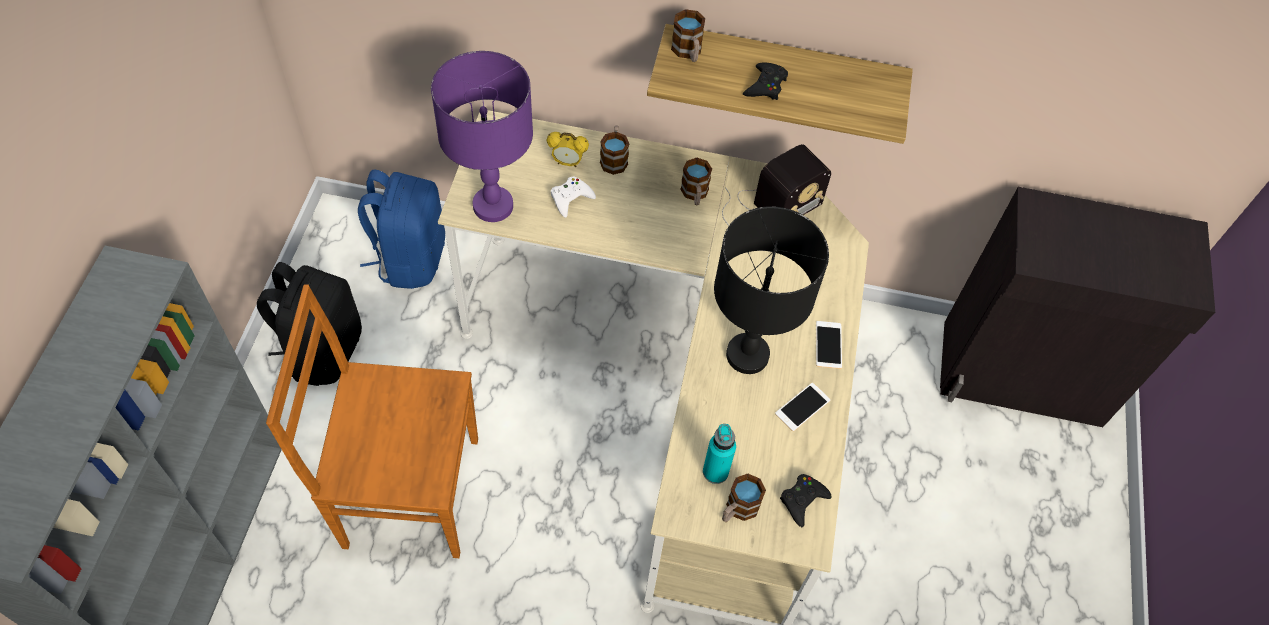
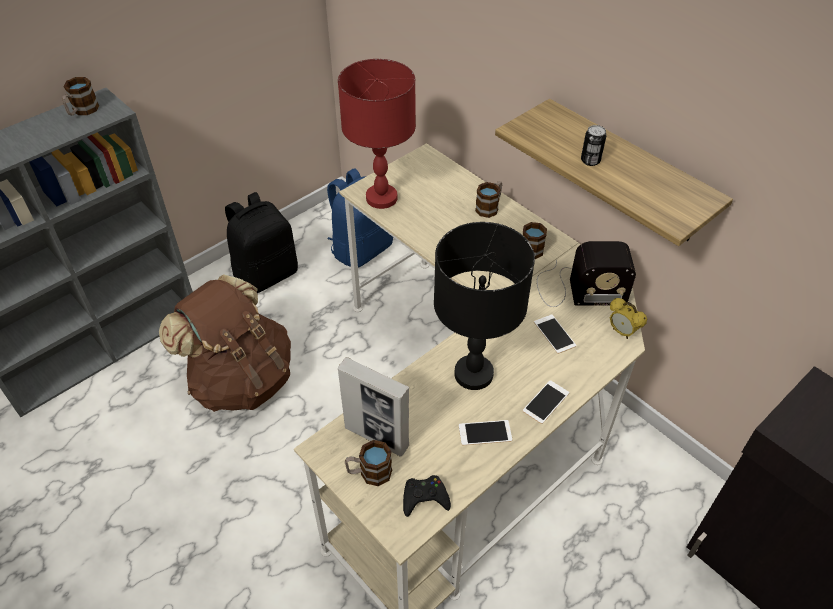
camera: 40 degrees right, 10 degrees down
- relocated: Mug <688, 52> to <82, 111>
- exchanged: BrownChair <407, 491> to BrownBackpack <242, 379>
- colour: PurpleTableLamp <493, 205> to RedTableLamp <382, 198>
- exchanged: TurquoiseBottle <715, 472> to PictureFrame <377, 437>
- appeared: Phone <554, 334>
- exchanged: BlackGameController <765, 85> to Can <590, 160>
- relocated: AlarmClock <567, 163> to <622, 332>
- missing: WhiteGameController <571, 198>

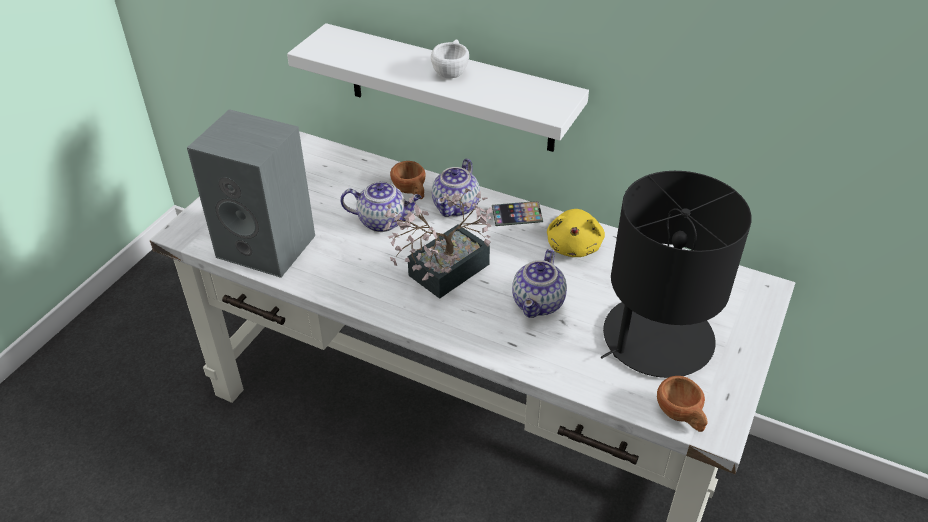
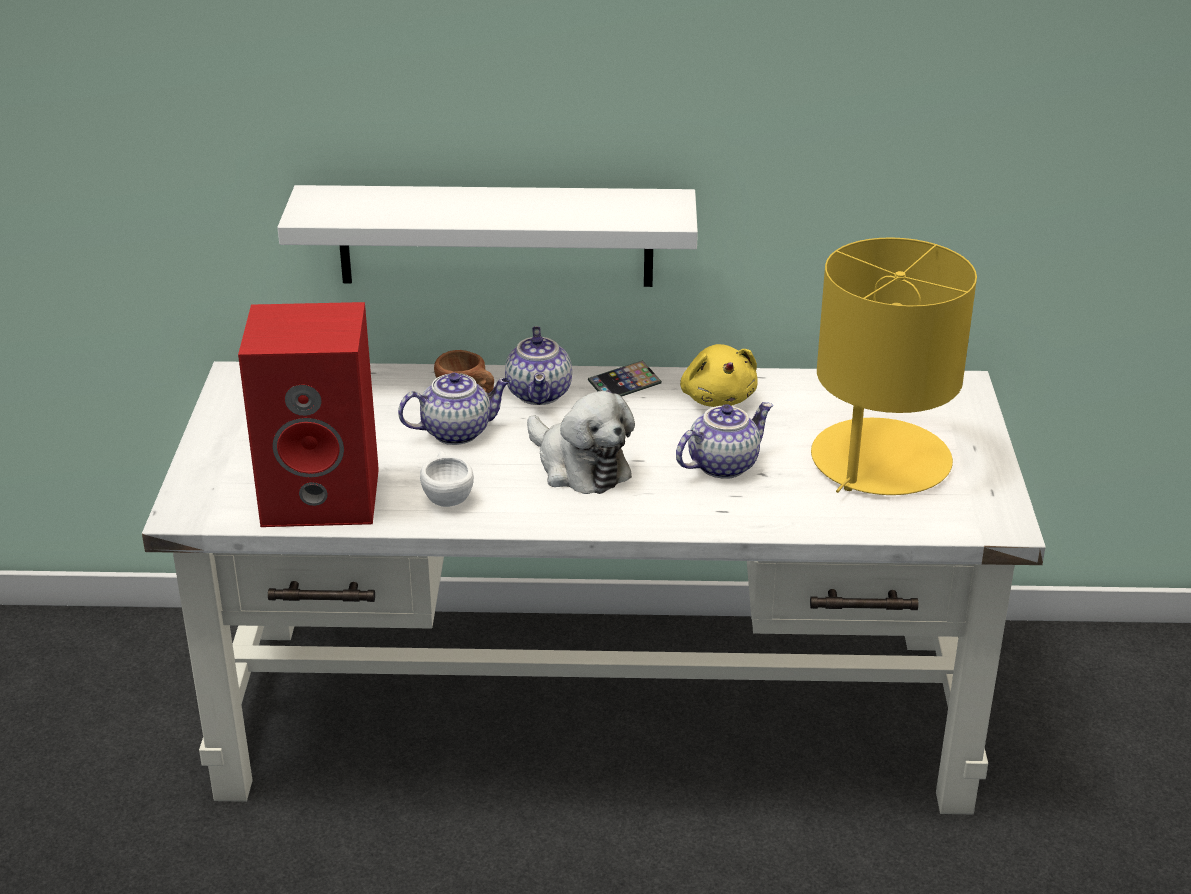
camera: 25 degrees left, 10 degrees down
- colour: GreySpeaker <269, 246> to RedSpeaker <324, 495>
- relocated: WhiteCup <451, 71> to <446, 496>
- exchanged: PottedPlant <441, 274> to PlushToy <579, 466>
- spun: Teapot <539, 304> = <722, 464> 120 degrees counterclockwise
- colour: BlackTableLamp <656, 338> to YellowTableLamp <879, 461>
- missing: BrownCup <681, 416>

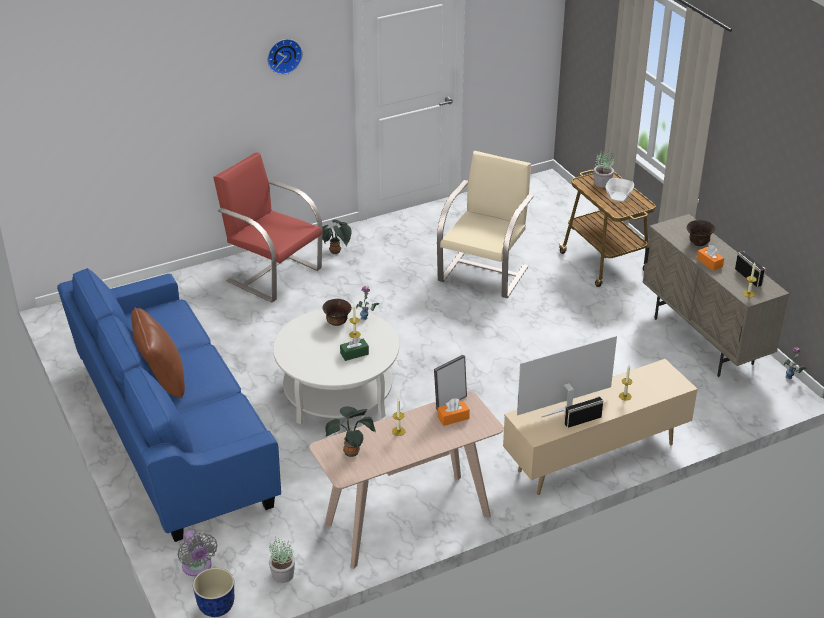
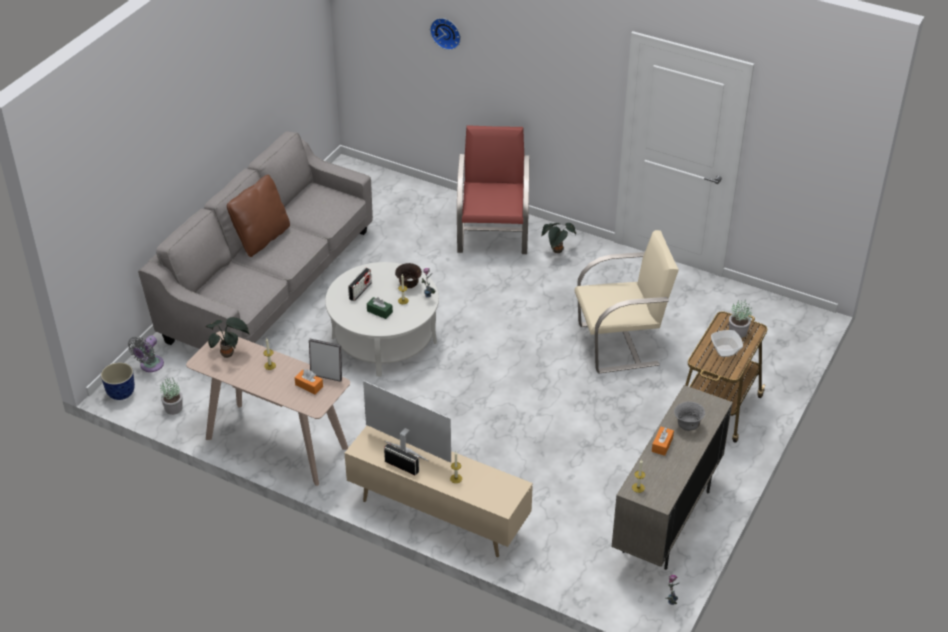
camera: 55 degrees right, 5 degrees up
- colour: BlueSofa <173, 432> to GreySofa <269, 284>
- relocated: Radio <748, 277> to <360, 291>
- relocated: WallClock <283, 55> to <446, 32>
- colour: BrownBowl <698, 243> to GreyBowl <687, 426>

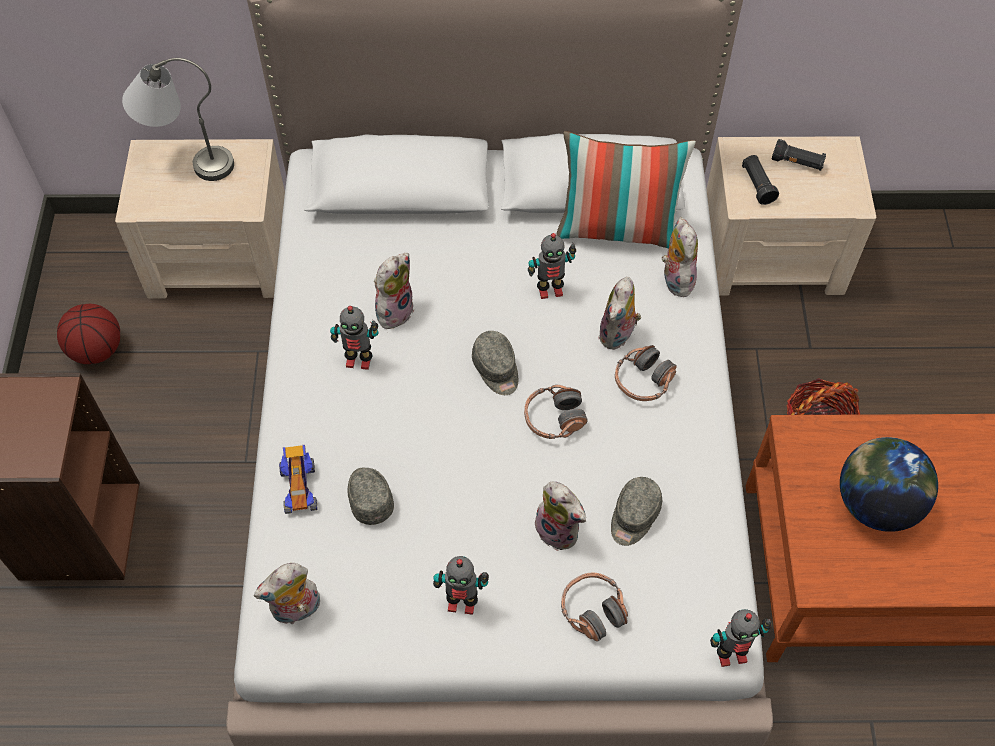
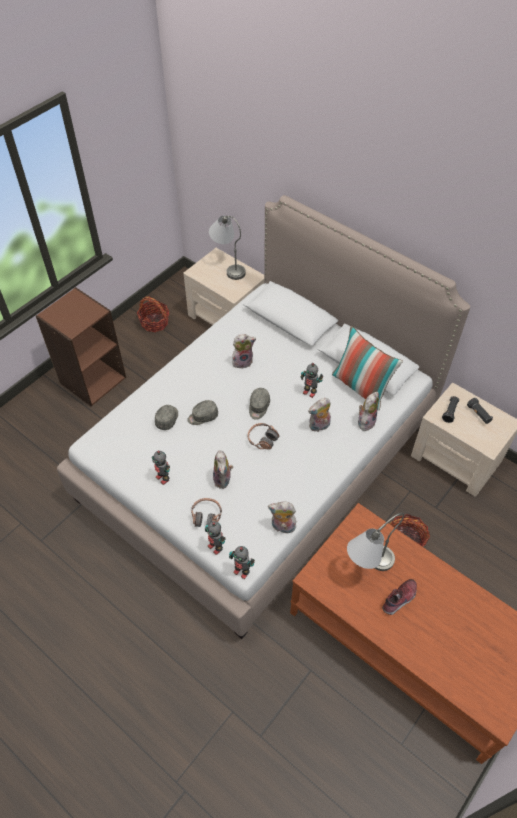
camera: 40 degrees right, 5 degrees down
- exchanged: Basketball <97, 349> to Basket <154, 322>
- relocated: GreyCap <634, 516> to <202, 416>
- relocated: ToyRobot <359, 360> to <215, 547>
- relocated: PlushToy <296, 610> to <282, 527>
- exchanged: Globe <875, 503> to GreyTableLamp <367, 568>
- appeared: Shoe <400, 599>
- missing: ToyCar <299, 487>
- missing: Headphones <643, 381>

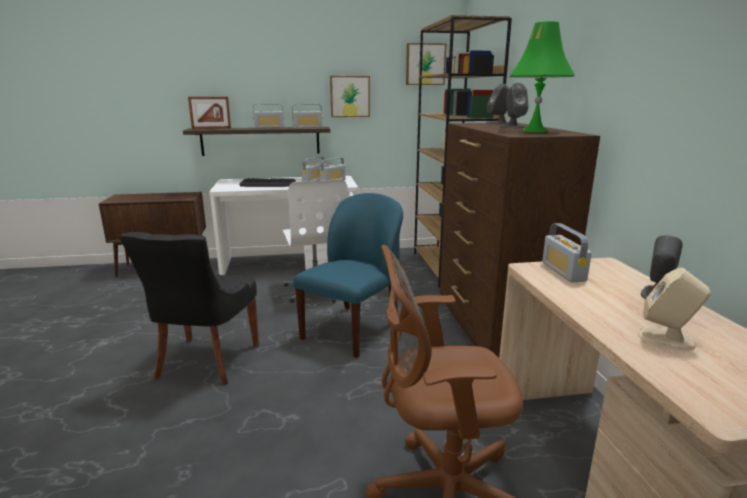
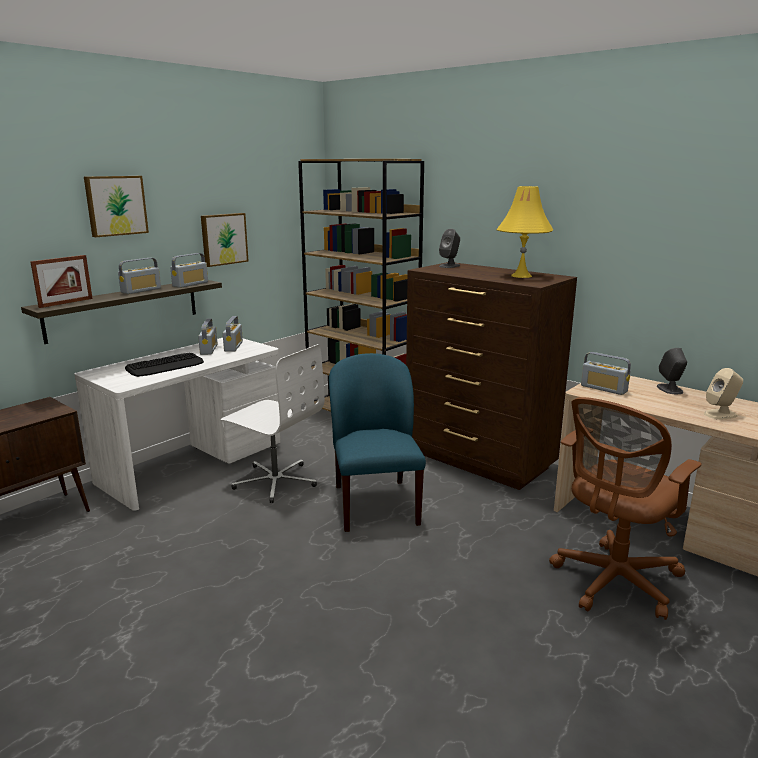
camera: 40 degrees left, 0 degrees up
- relocated: Picture <425, 64> to <115, 205>
- colour: GreenTableLamp <535, 131> to YellowTableLamp <521, 276>
- missing: BlackChair <206, 362>
- missing: GreySpeaker <513, 127>

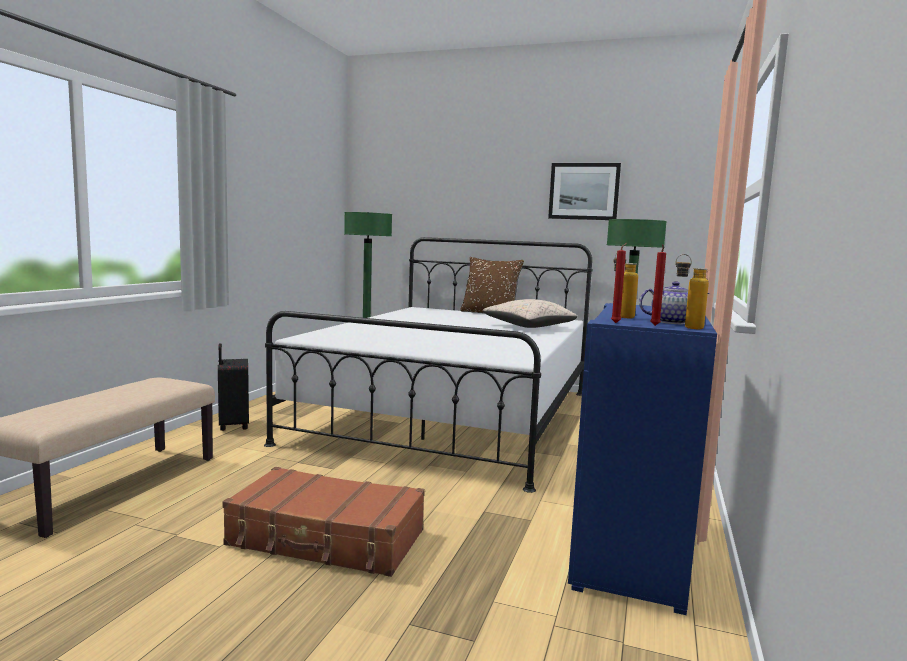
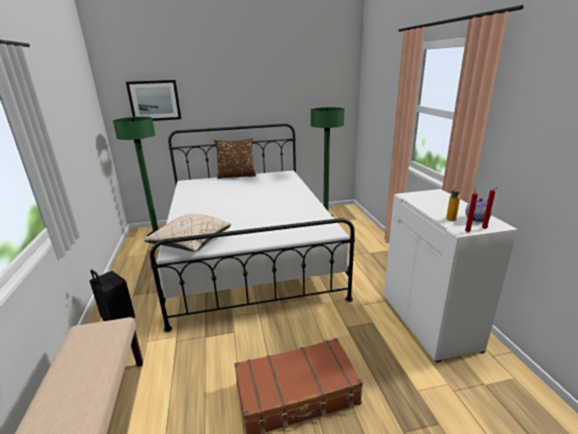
camera: 30 degrees left, 15 degrees up
- relocated: Picture <584, 191> to <154, 100>
- relocated: BeigePillow <528, 327> to <191, 243>
- colour: BlueCabinet <632, 551> to WhiteCabinet <430, 321>
- missing: Bottle <686, 327>

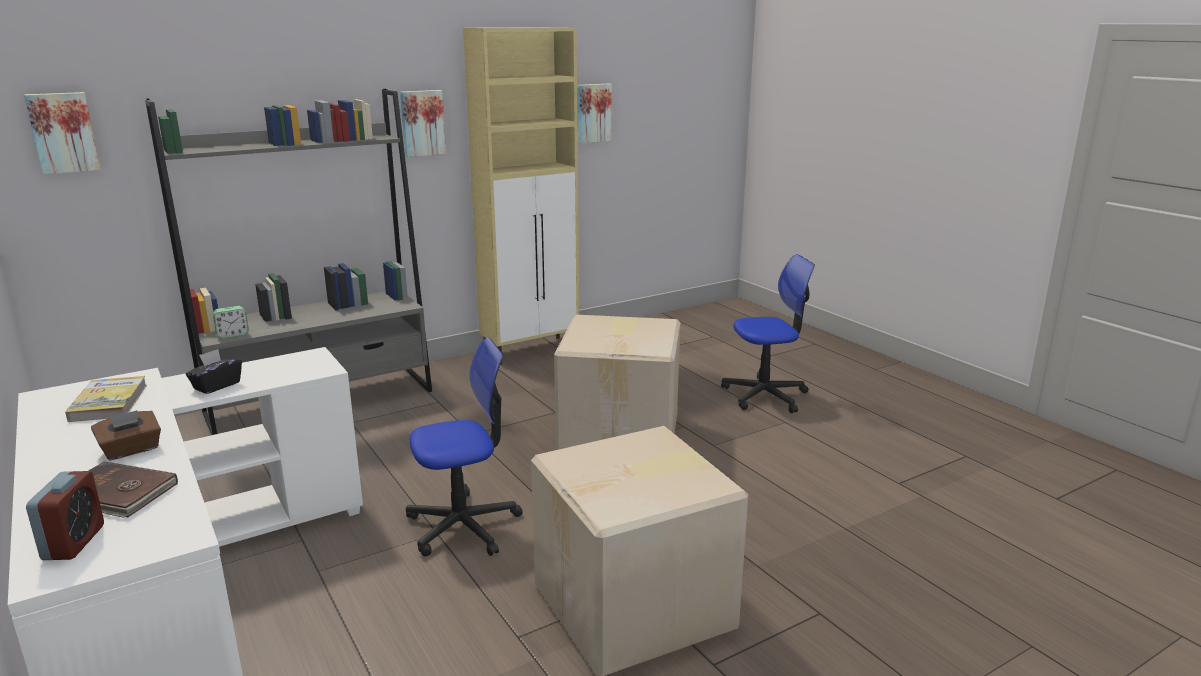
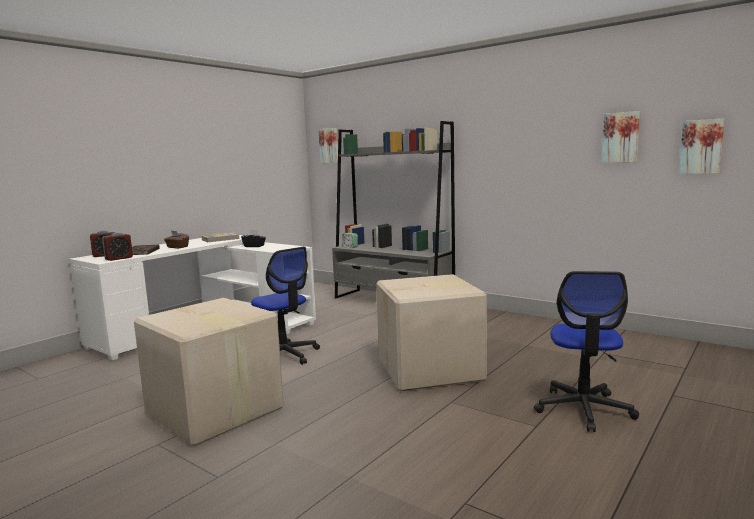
camera: 70 degrees right, 10 degrees down
- appeared: AlarmClock <119, 258>
- spun: OfficeChair <765, 395> = <583, 409> 45 degrees clockwise
- relocated: Picture <422, 123> to <701, 147>
- missing: BeigeCabinet <531, 350>

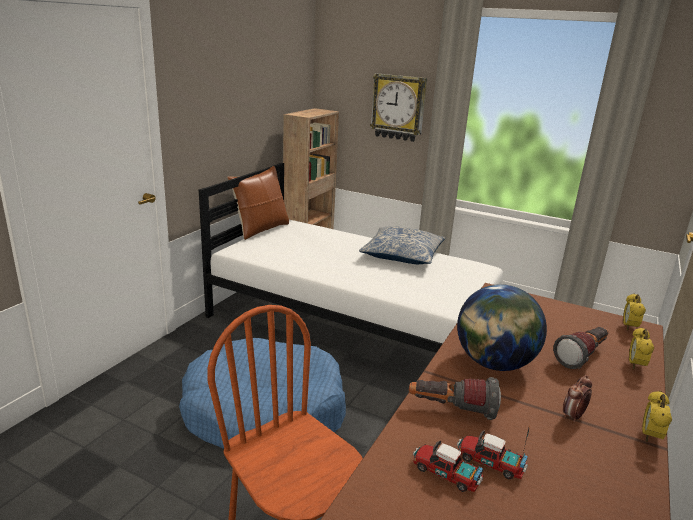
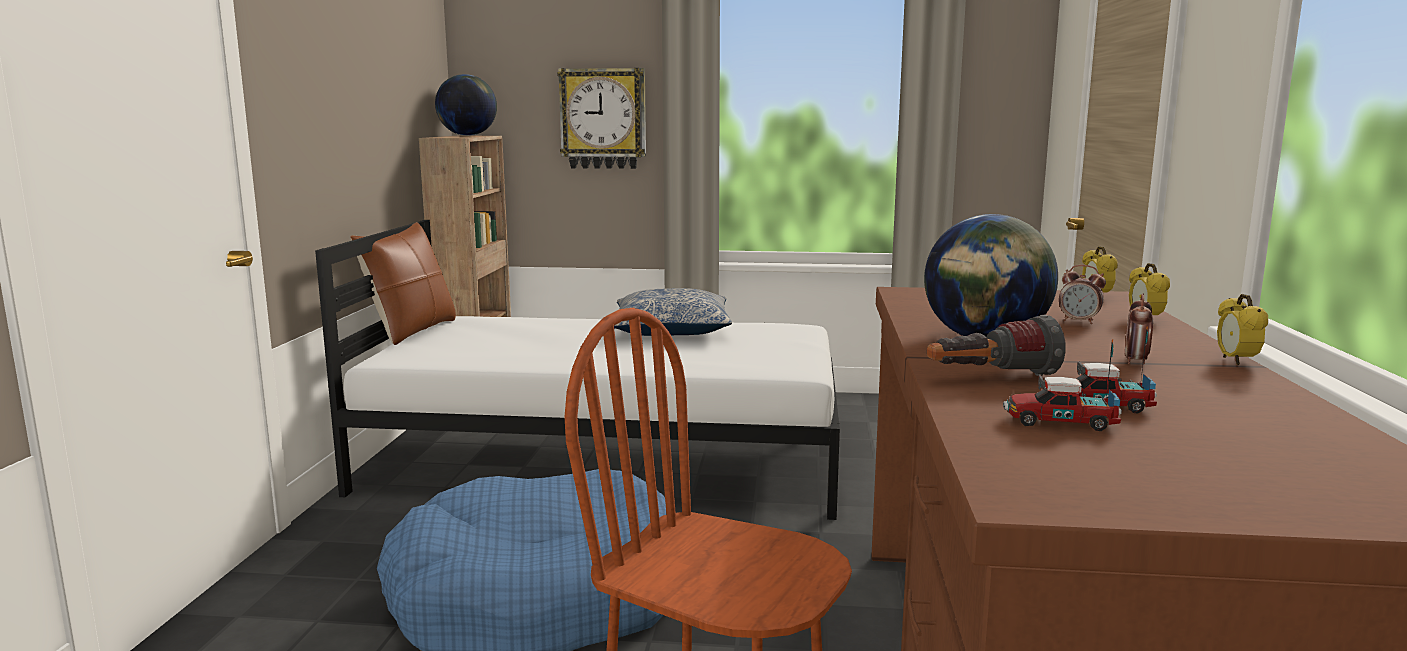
camera: 20 degrees left, 10 degrees down
- appeared: Globe <467, 135>
- exchanged: Flashlight <582, 356> to AlarmClock <1079, 321>

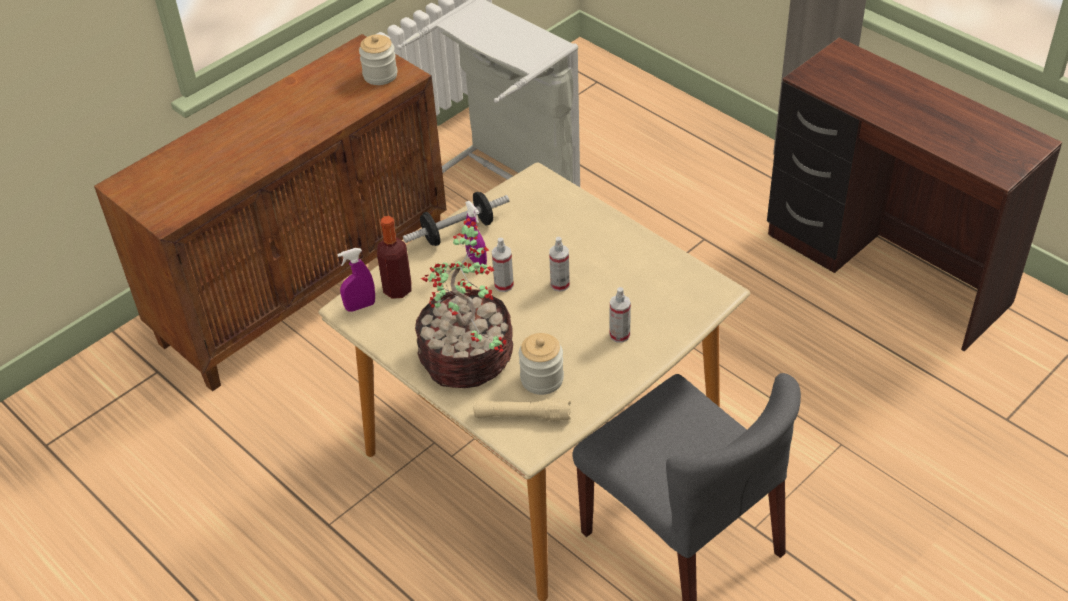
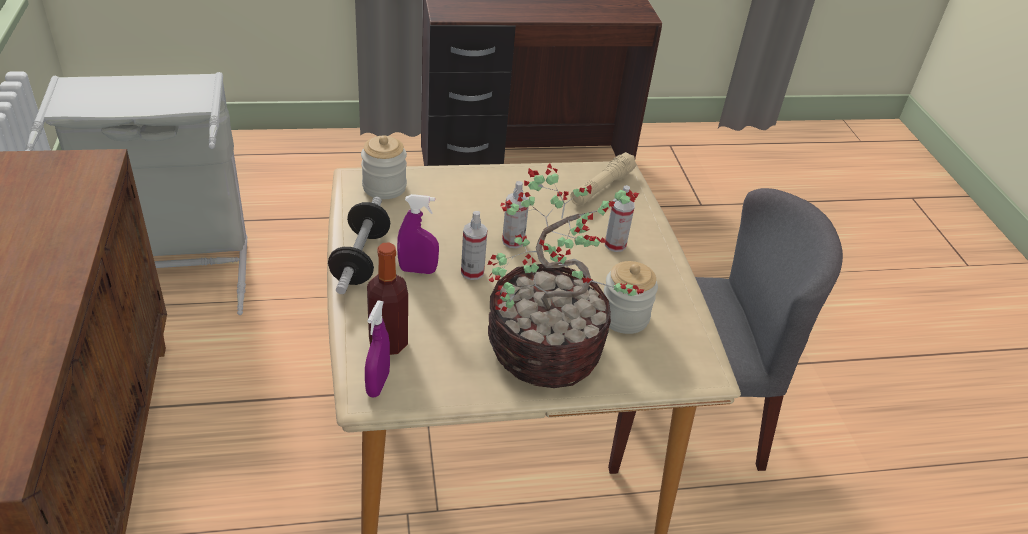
camera: 60 degrees left, 5 degrees down
- relocated: Jar <380, 75> to <384, 187>
- relocated: BeigeFlashlight <522, 416> to <601, 188>

